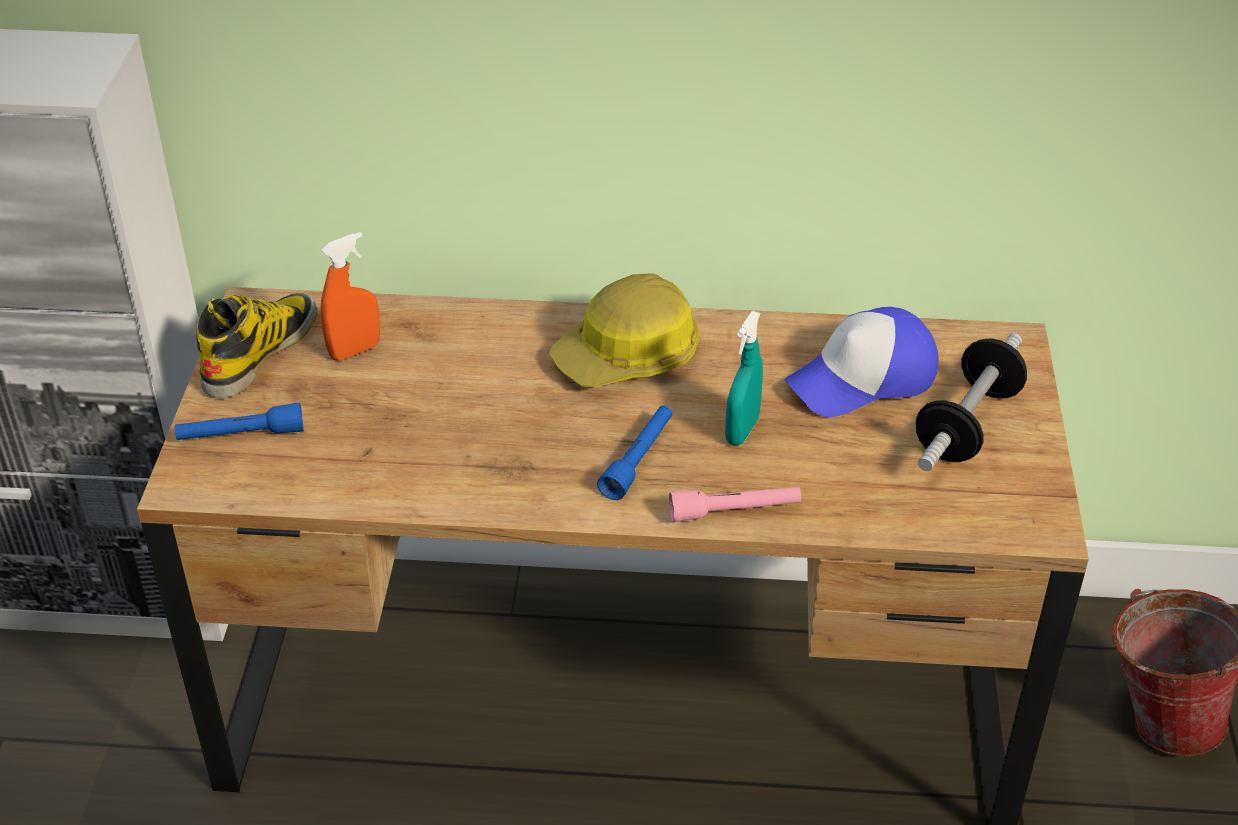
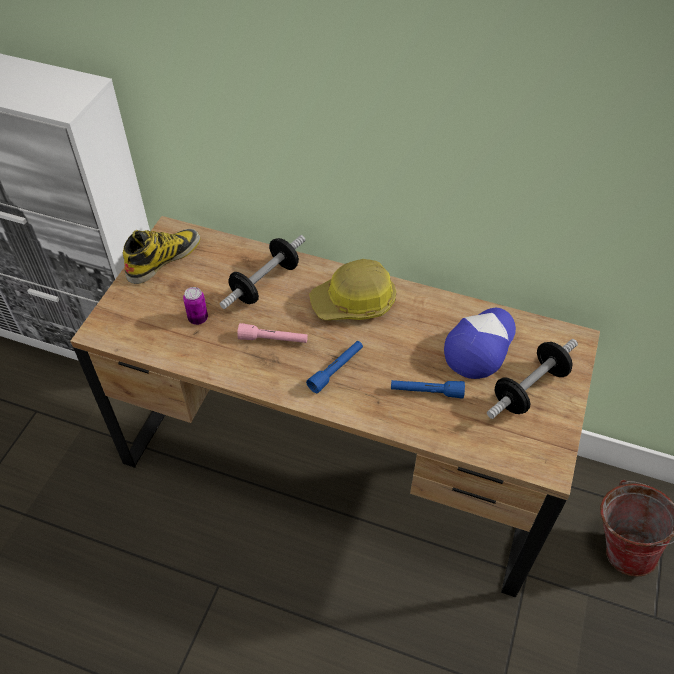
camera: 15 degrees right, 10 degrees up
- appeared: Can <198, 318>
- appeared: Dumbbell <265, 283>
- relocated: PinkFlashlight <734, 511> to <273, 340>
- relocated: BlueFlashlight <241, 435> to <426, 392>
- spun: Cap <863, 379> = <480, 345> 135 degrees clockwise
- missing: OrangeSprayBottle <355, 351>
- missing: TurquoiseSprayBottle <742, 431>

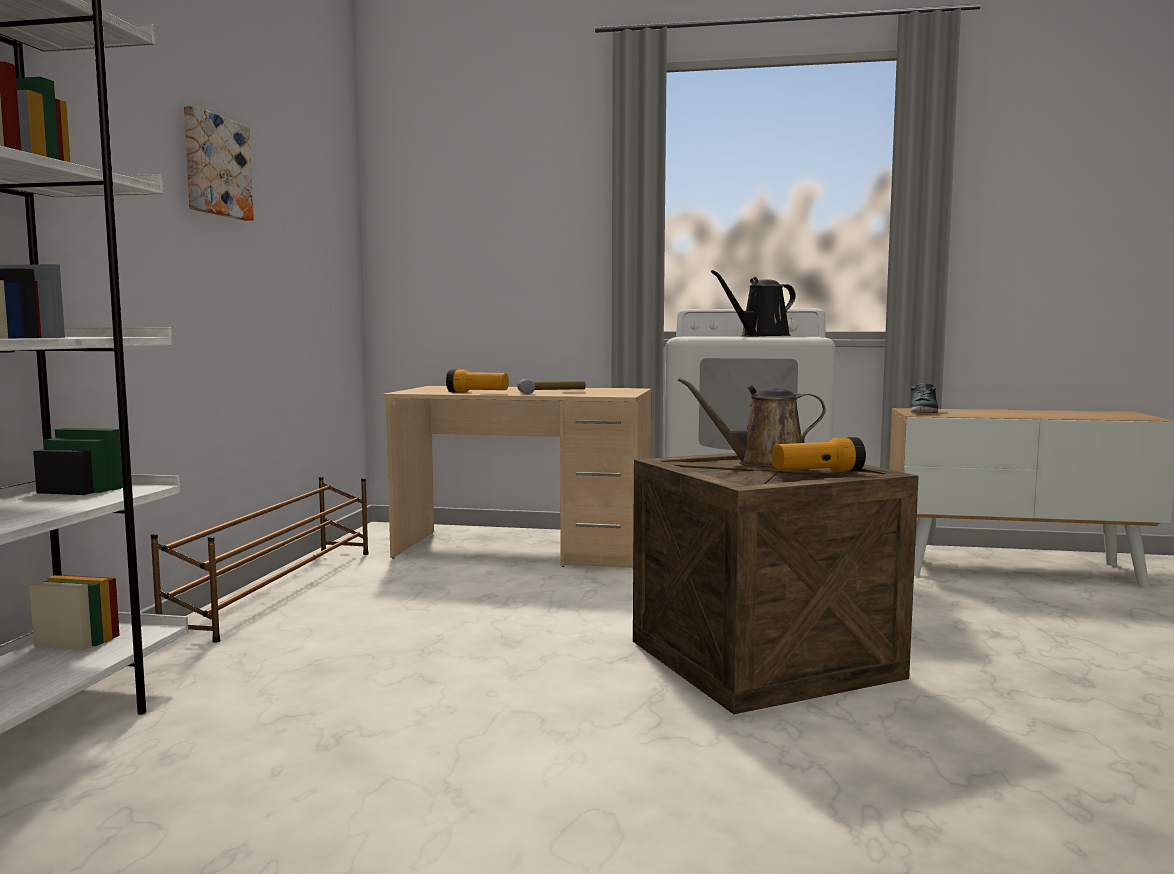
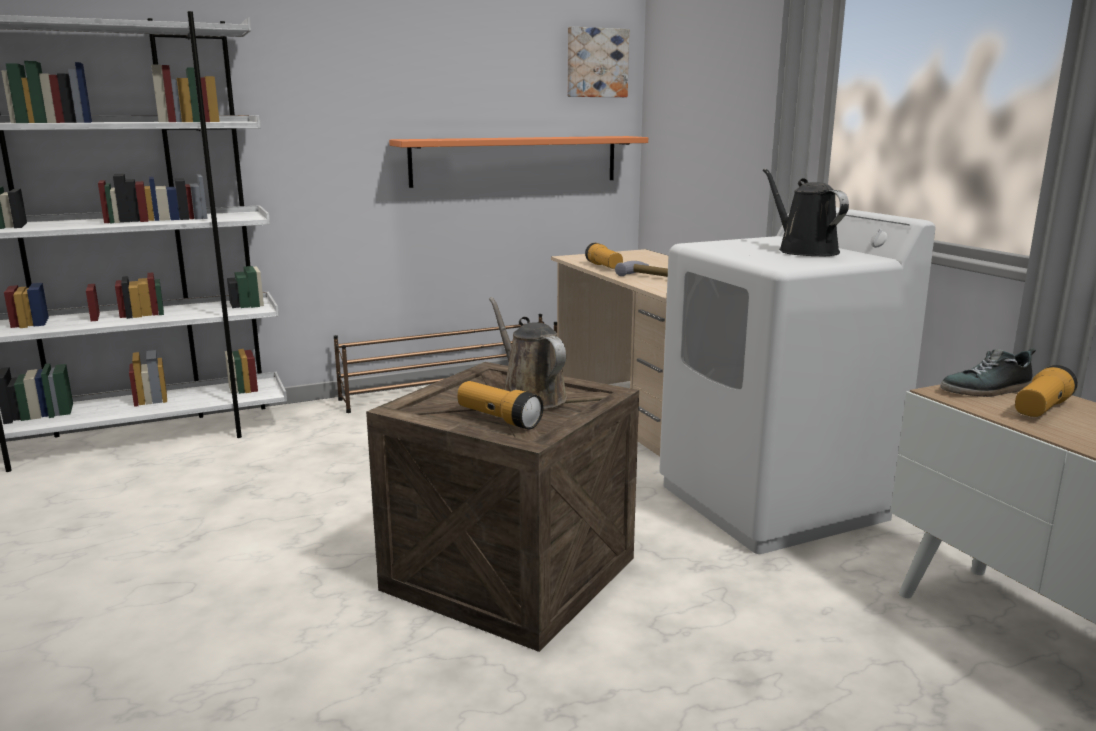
camera: 55 degrees right, 10 degrees up
- appeared: OrangeShelf <515, 160>
- relocated: Picture <215, 166> to <596, 63>
- spun: BlackWateringCan <761, 336> = <803, 251> 45 degrees clockwise
- appeared: Flashlight <1041, 409>

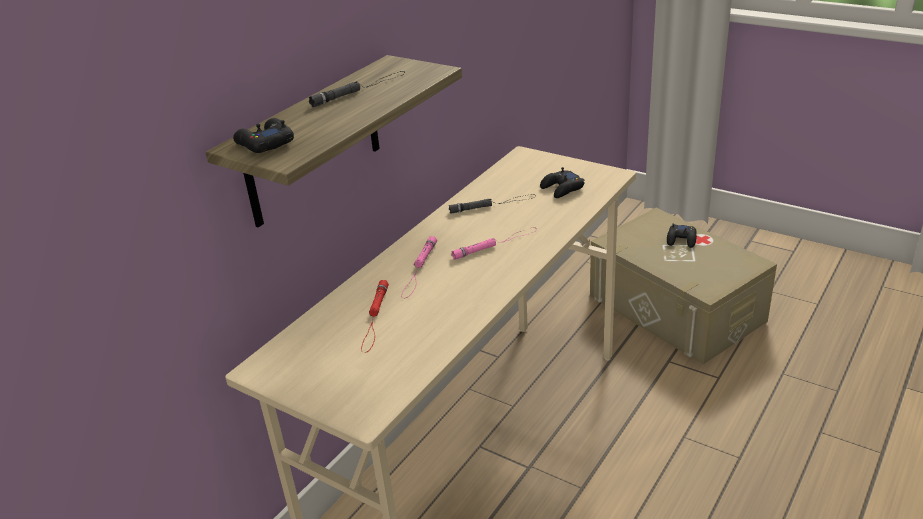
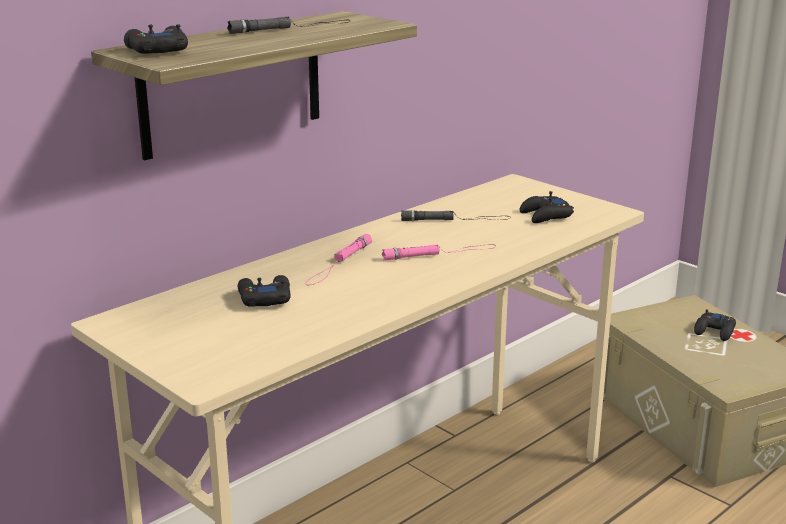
camera: 10 degrees right, 10 degrees down
- exchanged: RedFlashlight <375, 318> to BlackGameController <264, 298>

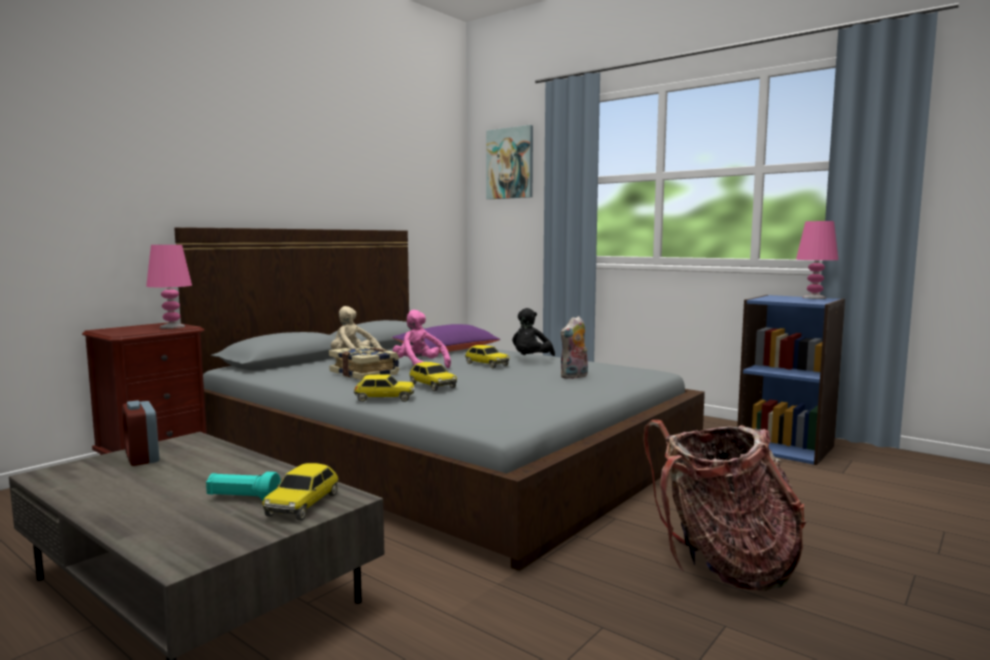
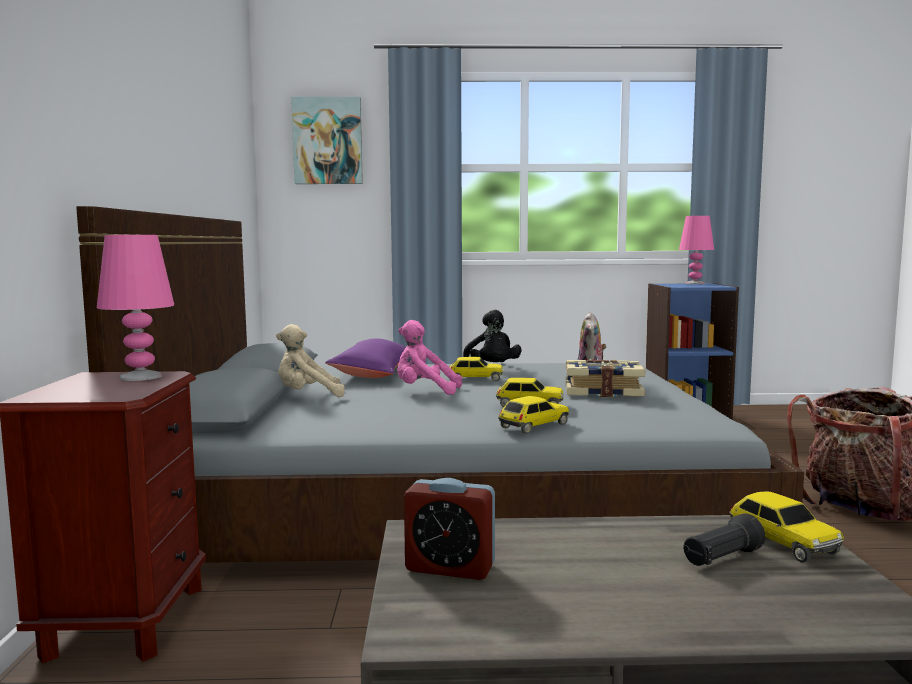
camera: 40 degrees left, 0 degrees up
- relocated: Book <365, 373> to <603, 391>
- colour: TurquoiseFlashlight <243, 498> to BlackFlashlight <721, 559>

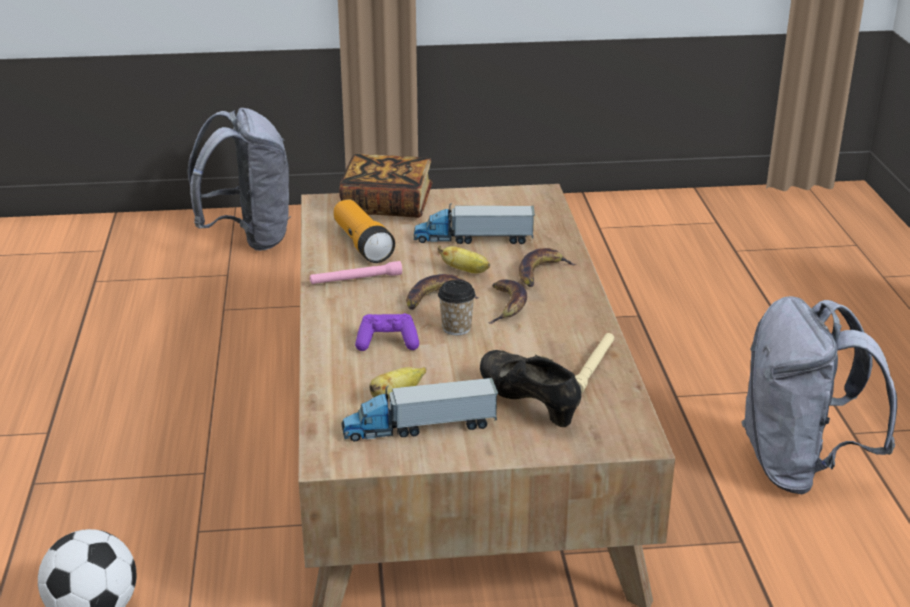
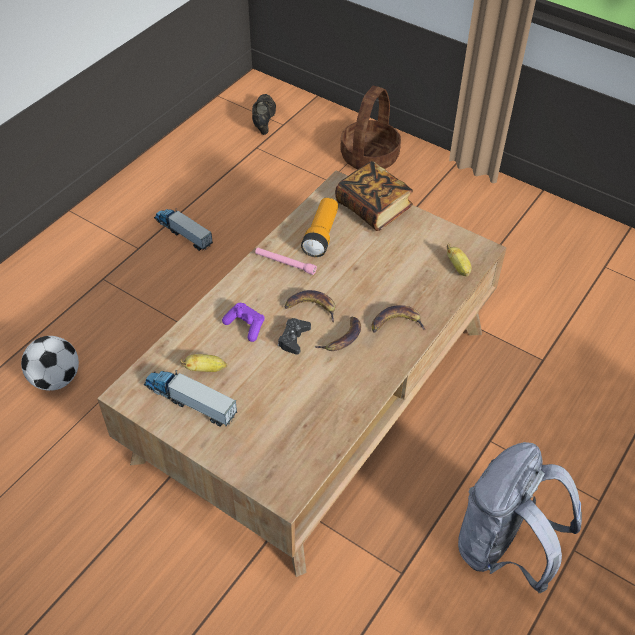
camera: 40 degrees right, 20 degrees up
- relocated: ToyTruck <473, 239> to <183, 233>
- relocated: BlackShoe <529, 404> to <263, 121>
- exchanged: Cup <456, 328> to BlackGameController <293, 339>
- exchanged: GreyBackpack <248, 238> to Basket <369, 156>
- relocated: Banana <466, 271> to <458, 268>
- missing: BeigeFlashlight <593, 368>

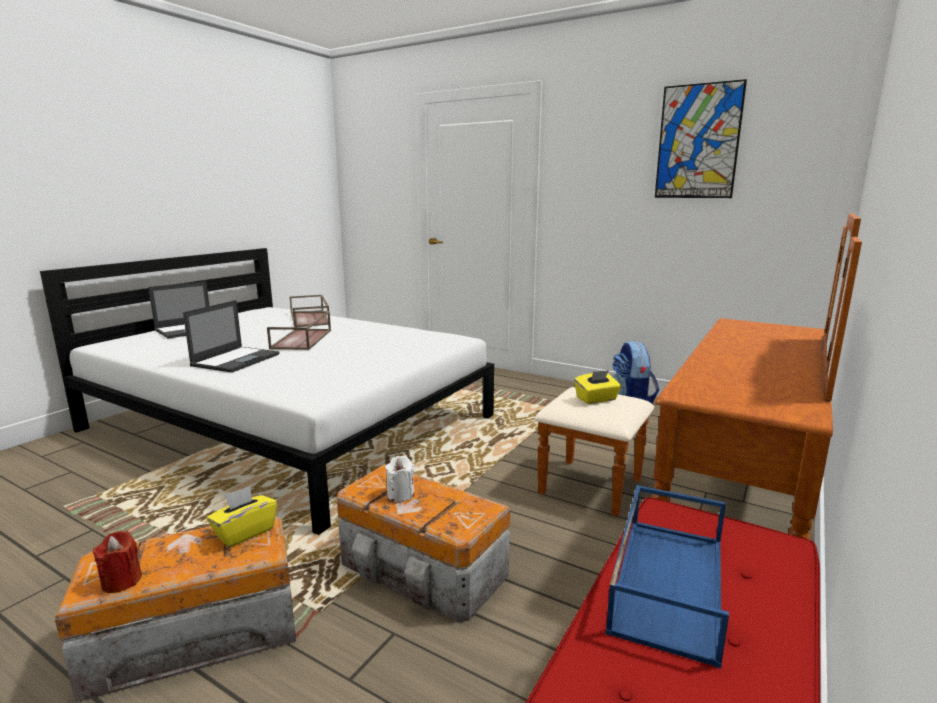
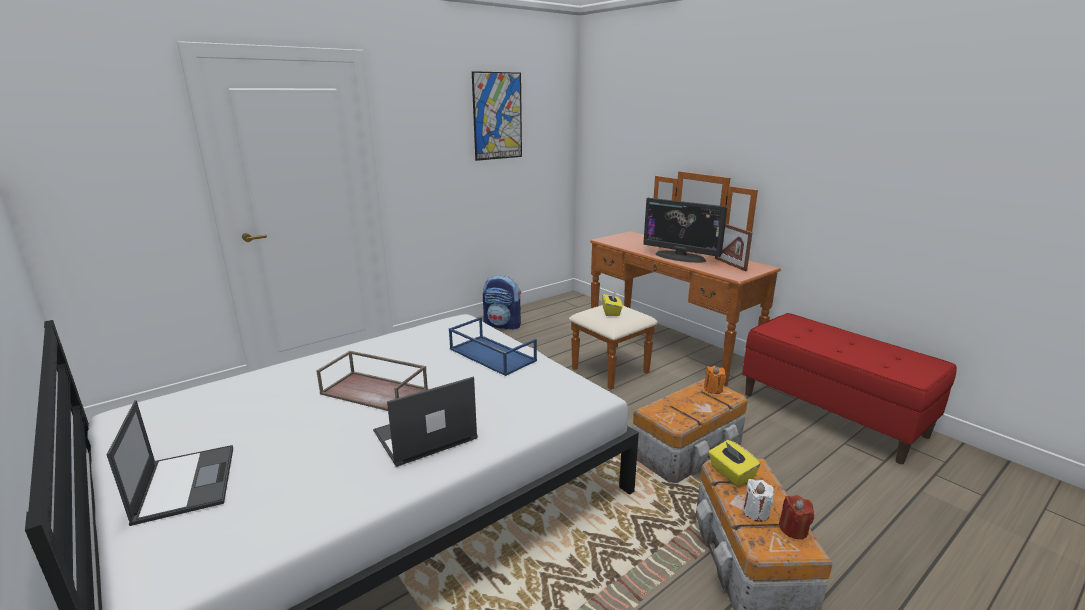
camera: 70 degrees left, 5 degrees up
- spun: Laptop <236, 359> = <424, 436> 75 degrees counterclockwise
- relocated: BlueTray <666, 581> to <491, 355>
- appeared: Monitor <680, 257>
- appeared: OrangeCandle <713, 389>
- appeared: PictureFrame <730, 264>
- relocated: WhiteCandle <400, 495> to <755, 512>
- missing: BrownTray <310, 319>

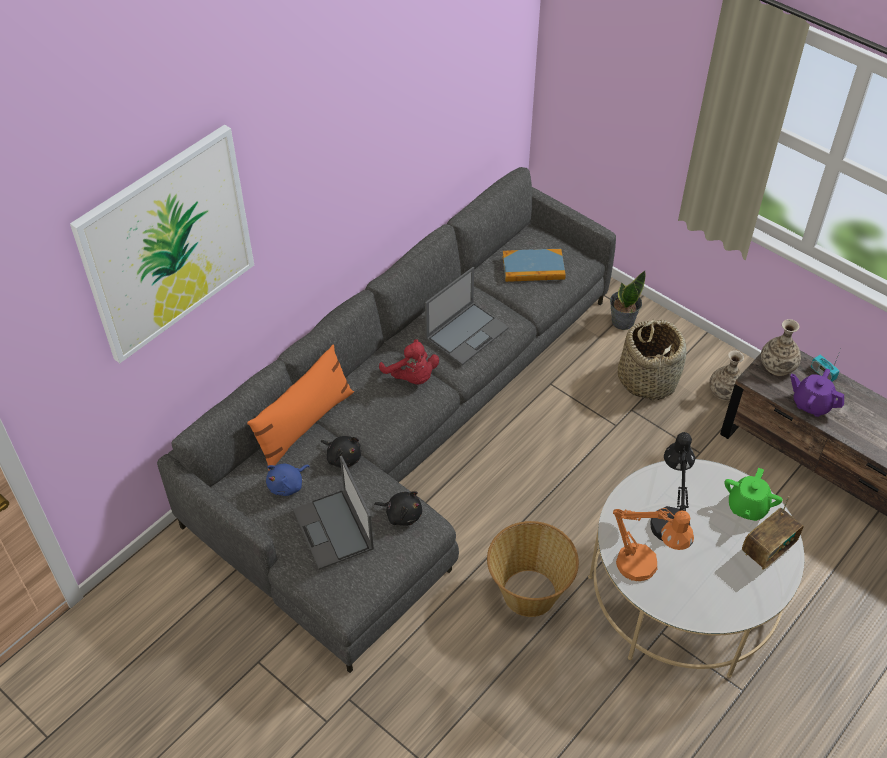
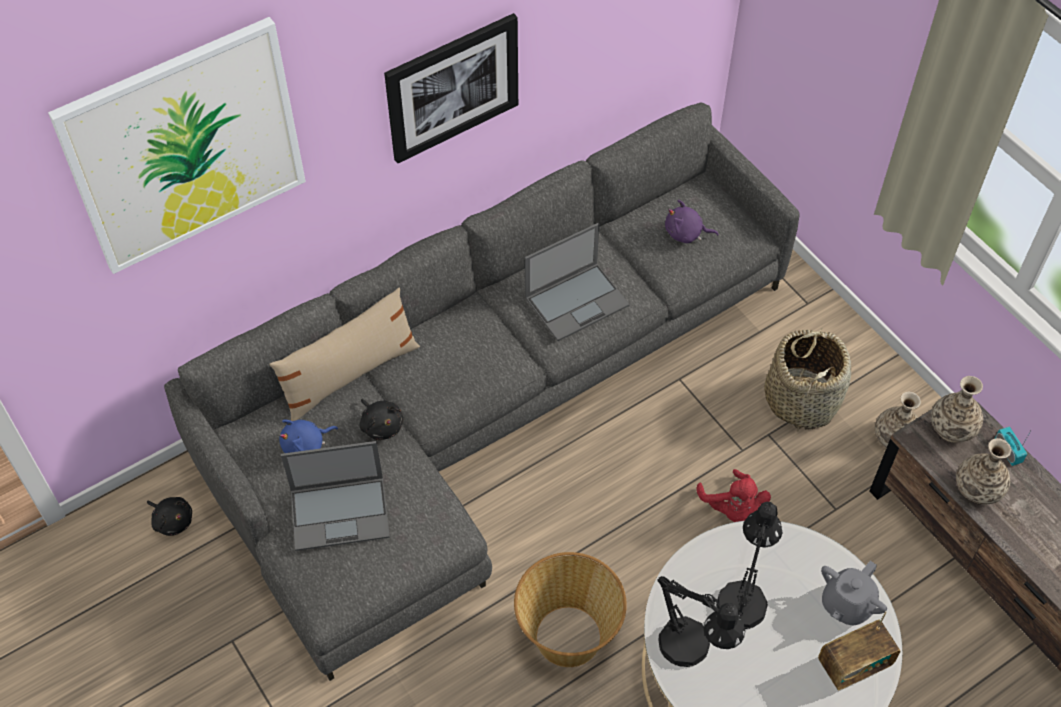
camera: 15 degrees right, 5 degrees up
- relocated: BlackPlushToy <402, 514> to <172, 520>
- colour: OrangePillow <304, 425> to BeigePillow <349, 375>
- spun: Laptop <333, 529> = <341, 513> 90 degrees counterclockwise
- appeared: Picture <452, 87>
- colour: OrangeTableLamp <645, 567> to BlackTableLamp <692, 650>
- exchanged: Book <533, 268> to PurplePlushToy <686, 233>
- relocated: RedPlushToy <412, 377> to <733, 509>
- colour: GreenTeapot <747, 507> to GreyTeapot <846, 604>
- exchanged: PurpleTeapot <811, 404> to Vase <978, 488>
- missing: PottedPlant <622, 321>

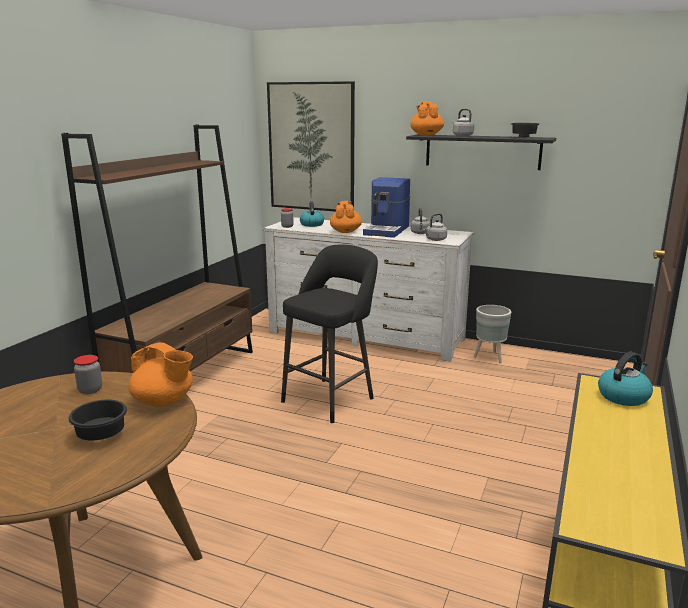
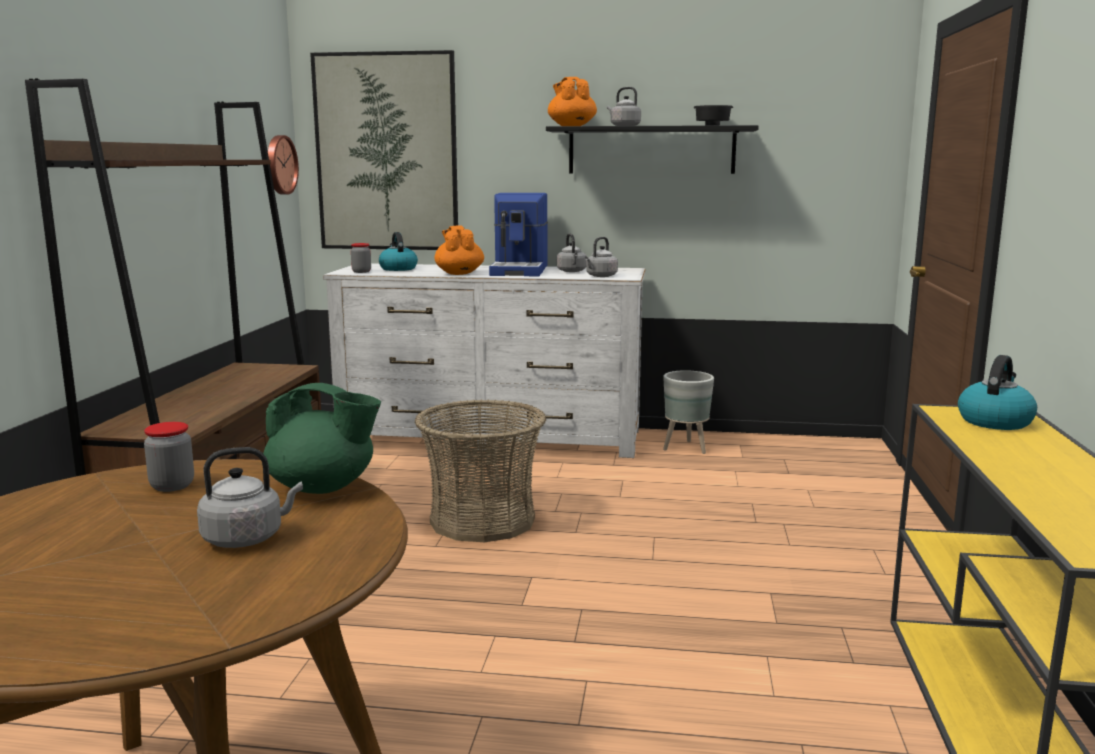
camera: 15 degrees left, 5 degrees down
- exchanged: BlackBowl <102, 434> to GreyKettle <247, 538>
- colour: OrangeTeapot <164, 401> to GreenTeapot <323, 488>
- appeared: WallClock <279, 165>
- exchanged: BlackStool <331, 398> to Basket <483, 520>

